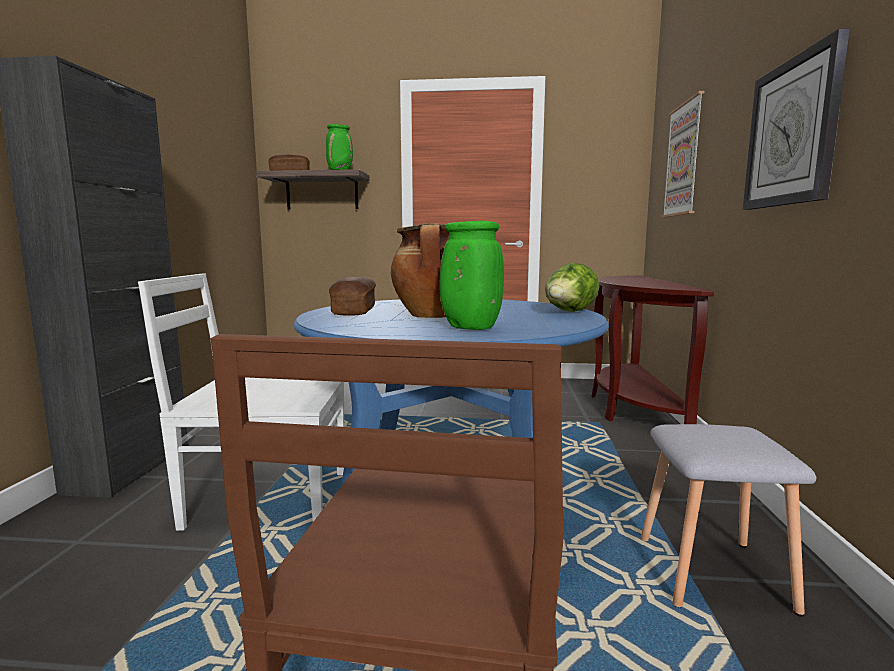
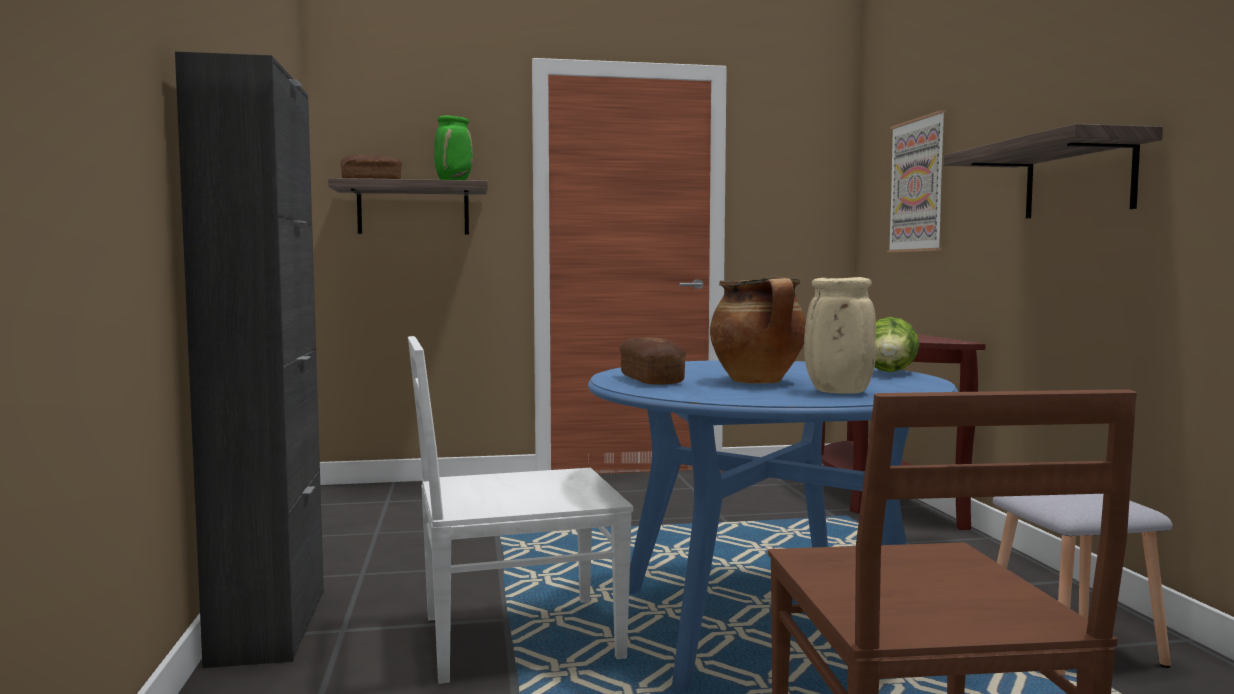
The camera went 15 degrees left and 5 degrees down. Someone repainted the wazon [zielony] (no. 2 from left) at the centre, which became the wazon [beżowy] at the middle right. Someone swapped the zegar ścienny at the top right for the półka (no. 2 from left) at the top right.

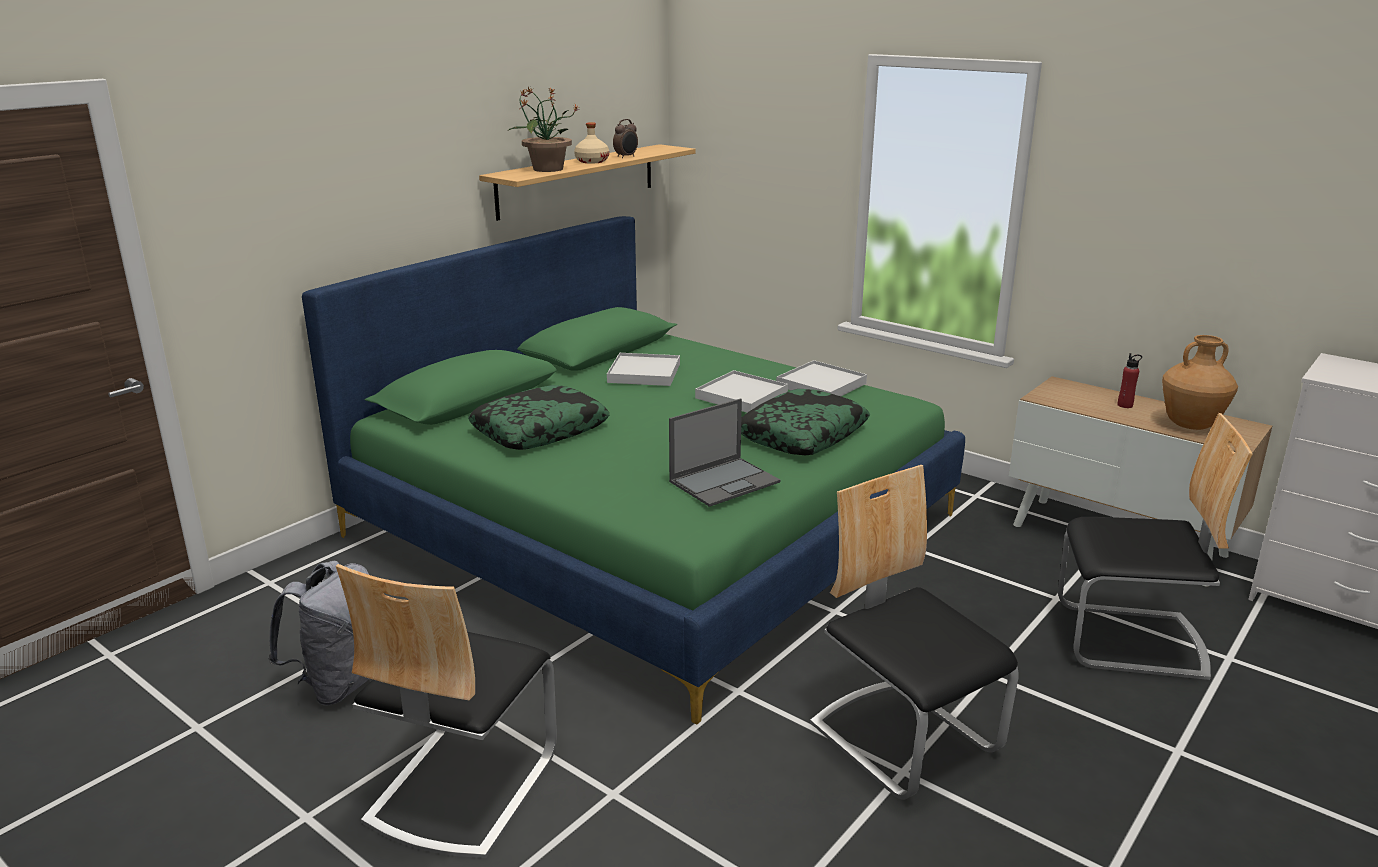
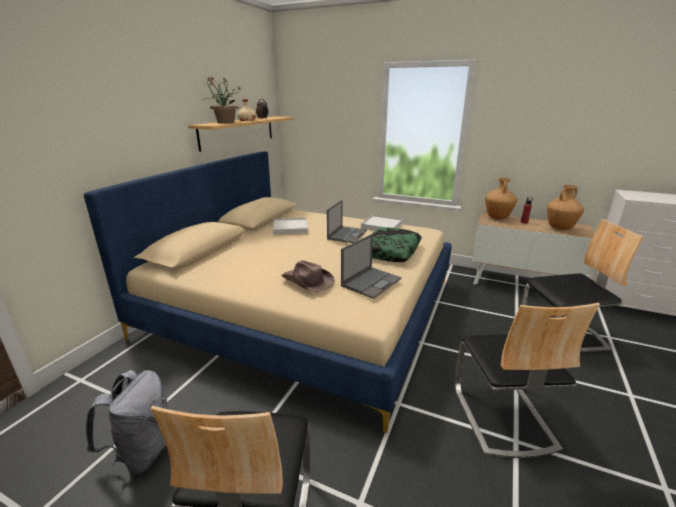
The camera went 15 degrees left and 0 degrees up. Someone repainted the łóżko [zielony] at the centre, which became the łóżko [beżowy] at the centre. Someone put down the kapelusz [brązowy] at the centre. Someone swapped the taca [biały] (no. 2 from left) at the centre for the laptop (no. 1 from left) at the centre. Someone rotated the krzesło (no. 2 from left) at the bottom centre by 135 degrees counterclockwise. Someone put down the wazon [brązowy] (no. 1 from left) at the middle right. Someone took away the poduszka (no. 1 from left) at the centre.

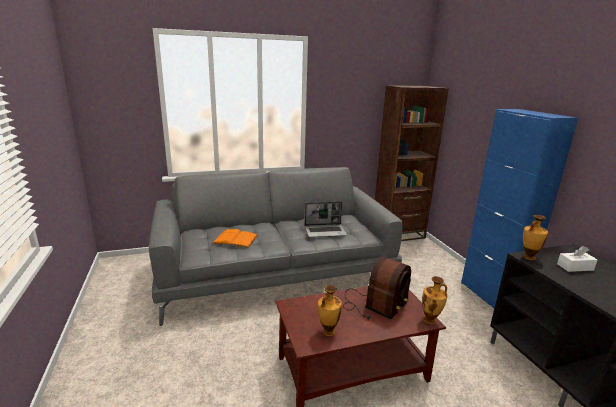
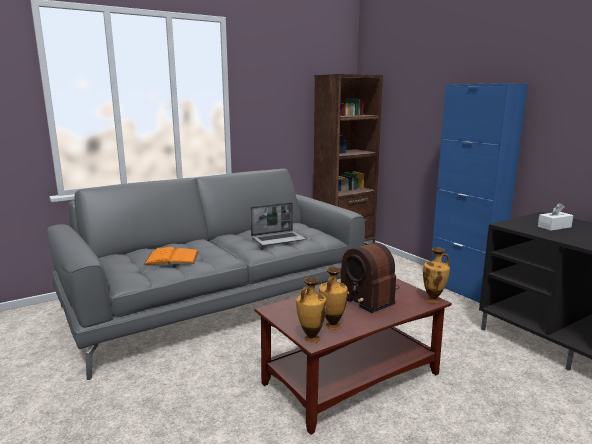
The camera went 15 degrees left and 5 degrees down. Someone carried the wazon (no. 3 from left in the first image) from the middle right to the bottom centre. Someone rotated the radio at the bottom centre by 120 degrees clockwise.

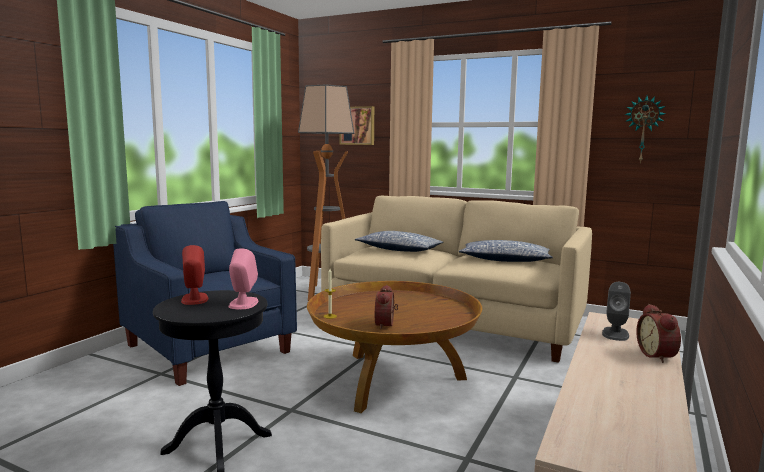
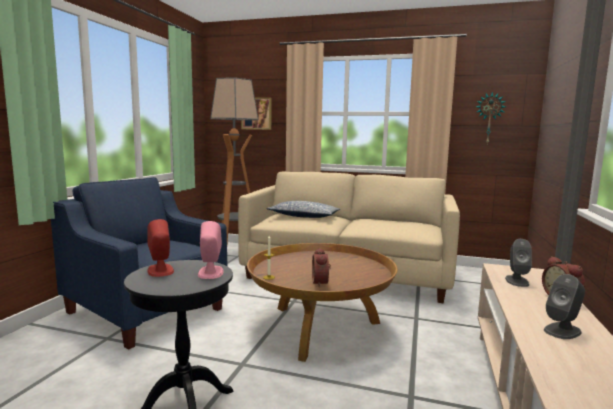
The camera went 10 degrees left and 0 degrees up. Someone put down the głośnik [szary] (no. 2 from left) at the bottom right. Someone took away the poduszka (no. 2 from left) at the centre.

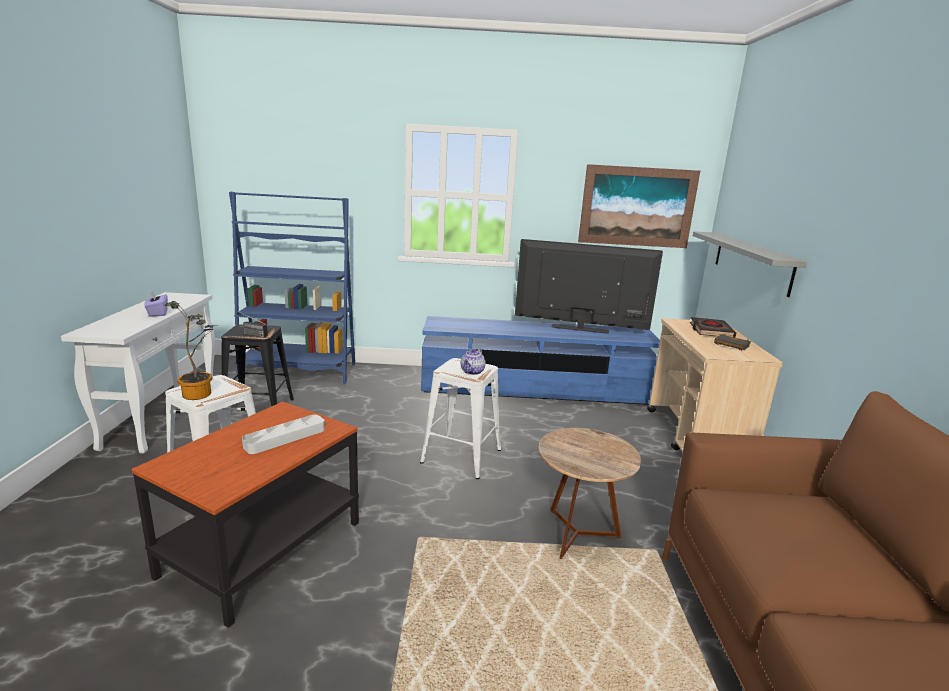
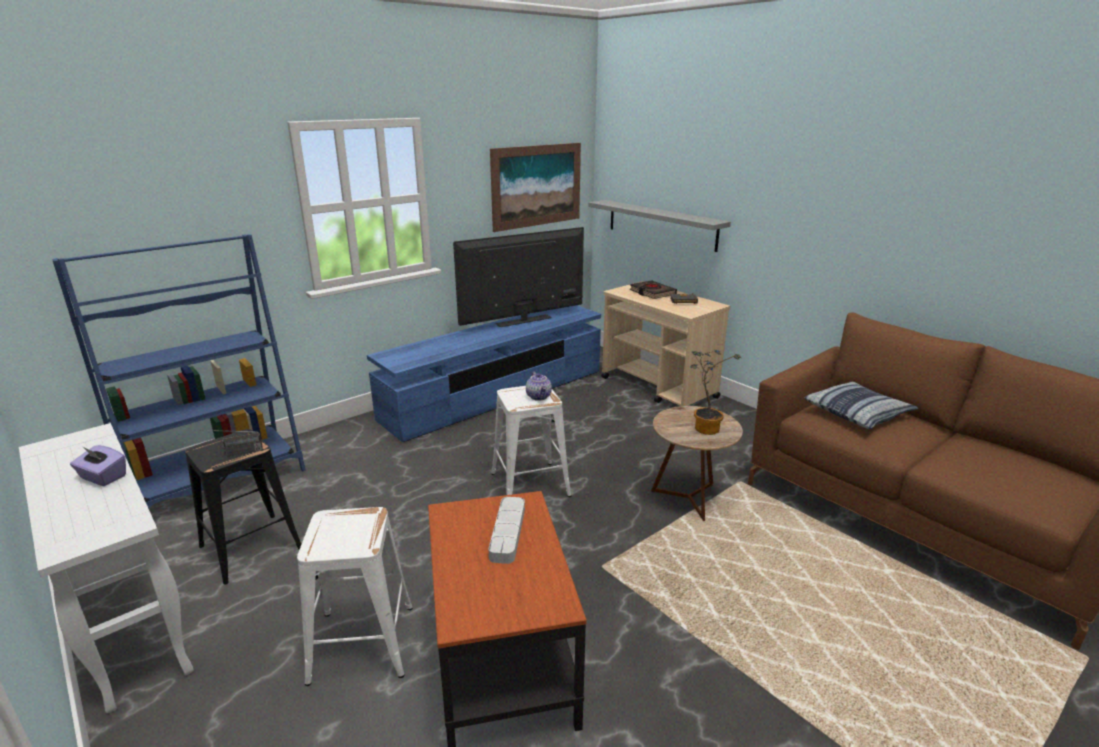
The camera went 40 degrees left and 5 degrees up. Someone carried the roślina doniczkowa from the middle left to the centre. Someone put down the poduszka at the middle right.

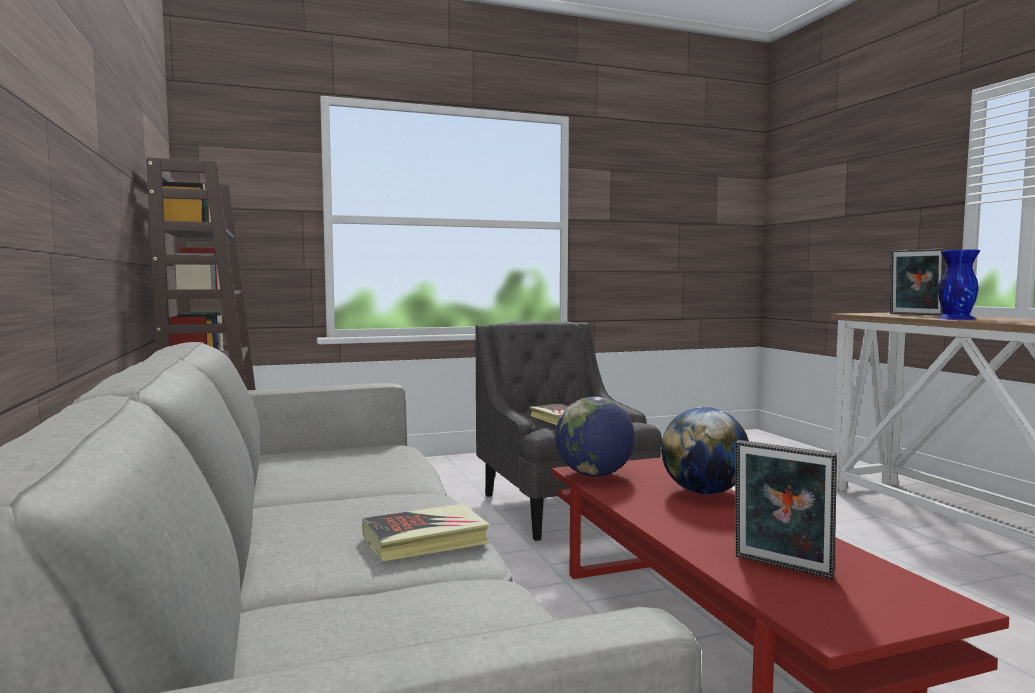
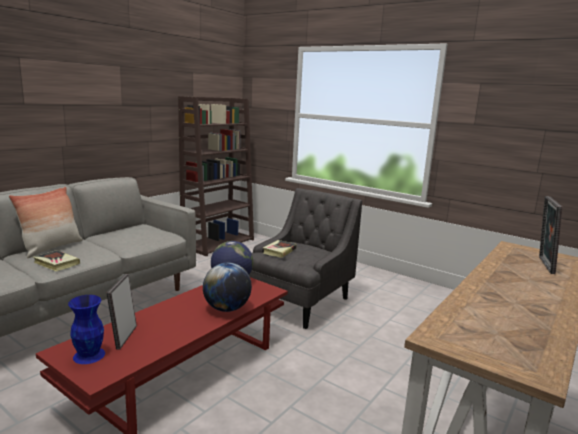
The camera went 55 degrees right and 10 degrees up. Someone put down the poduszka at the middle left. Someone carried the wazon [niebieski] from the middle right to the bottom left.

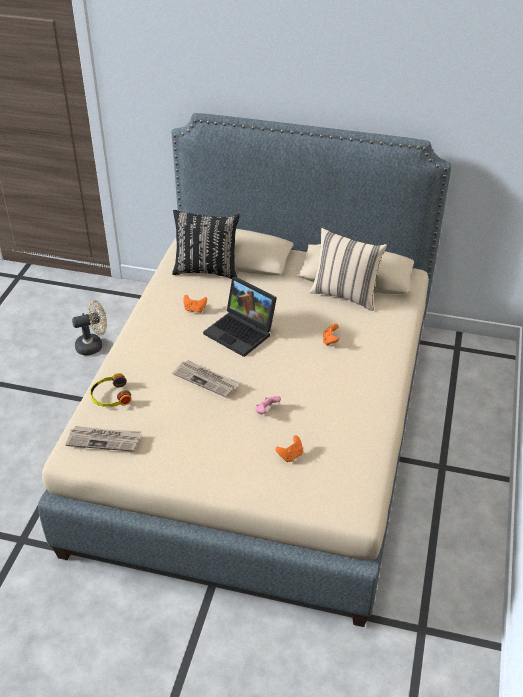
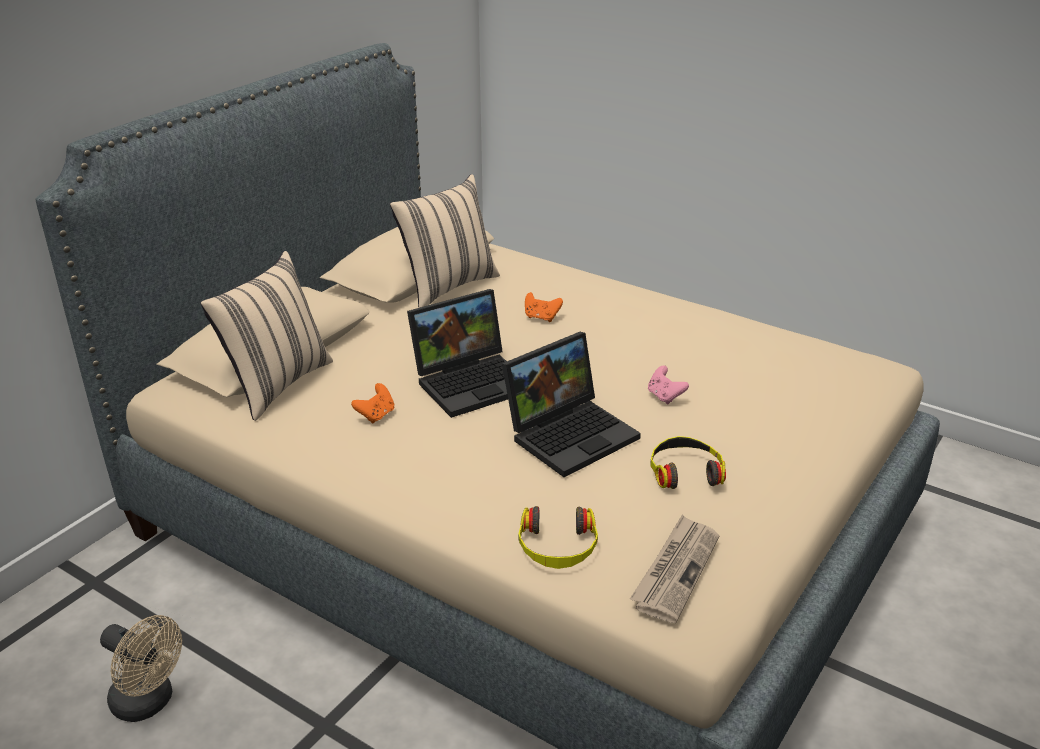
The camera went 70 degrees left and 10 degrees down. Someone rotated the wentylator [beżowy] at the middle left by 120 degrees clockwise. Someone repainted the poduszka [czarny] at the centre, which became the poduszka [beżowy] (no. 1 from left) at the middle left. Someone swapped the gazeta (no. 2 from left) at the centre for the laptop (no. 2 from left) at the centre. Someone put down the słuchawki (no. 2 from left) at the centre. Someone took away the pad do gier [pomarańczowy] (no. 2 from left) at the centre.

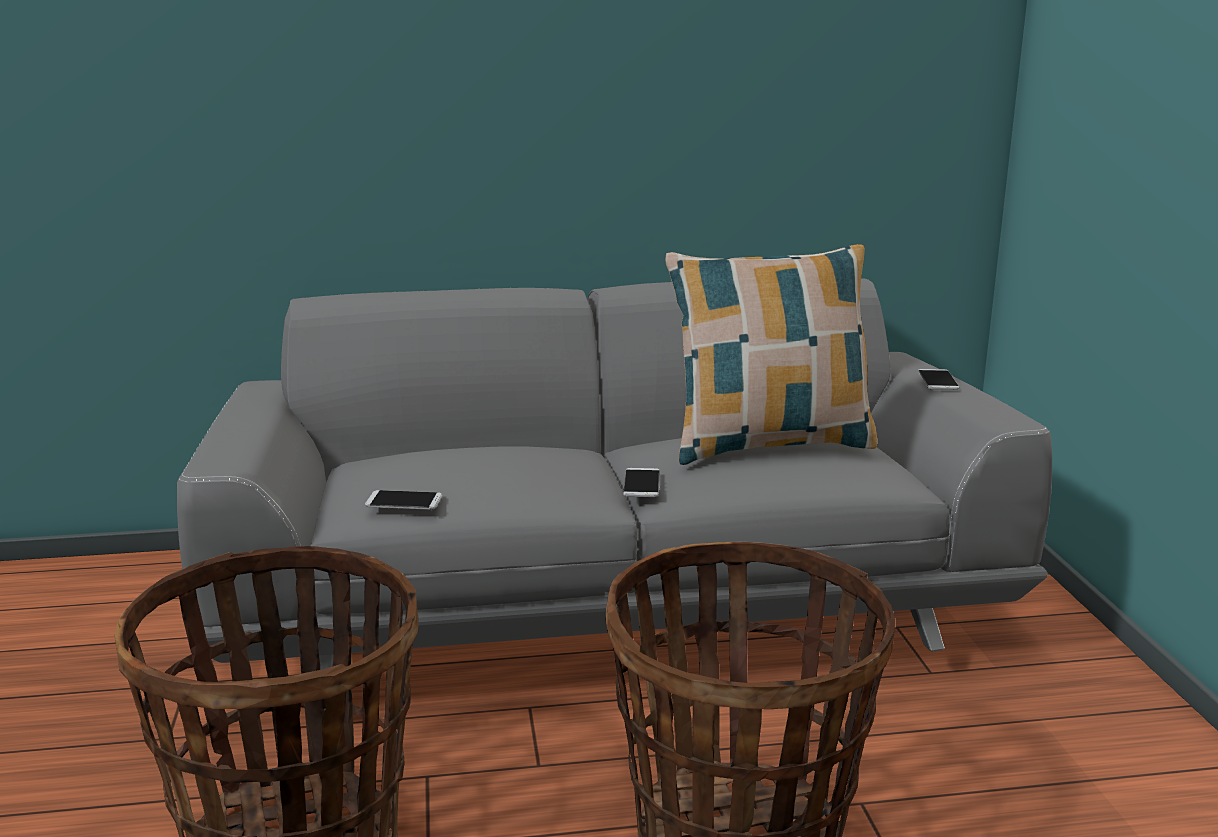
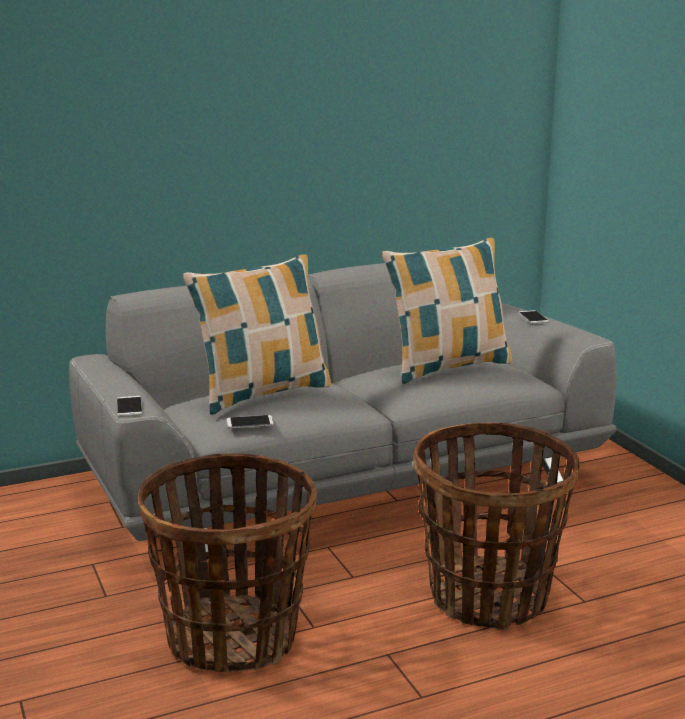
The camera went 15 degrees left and 0 degrees up. Someone carried the telefon (no. 2 from left in the first image) from the centre to the middle left. Someone put down the poduszka (no. 1 from left) at the centre.

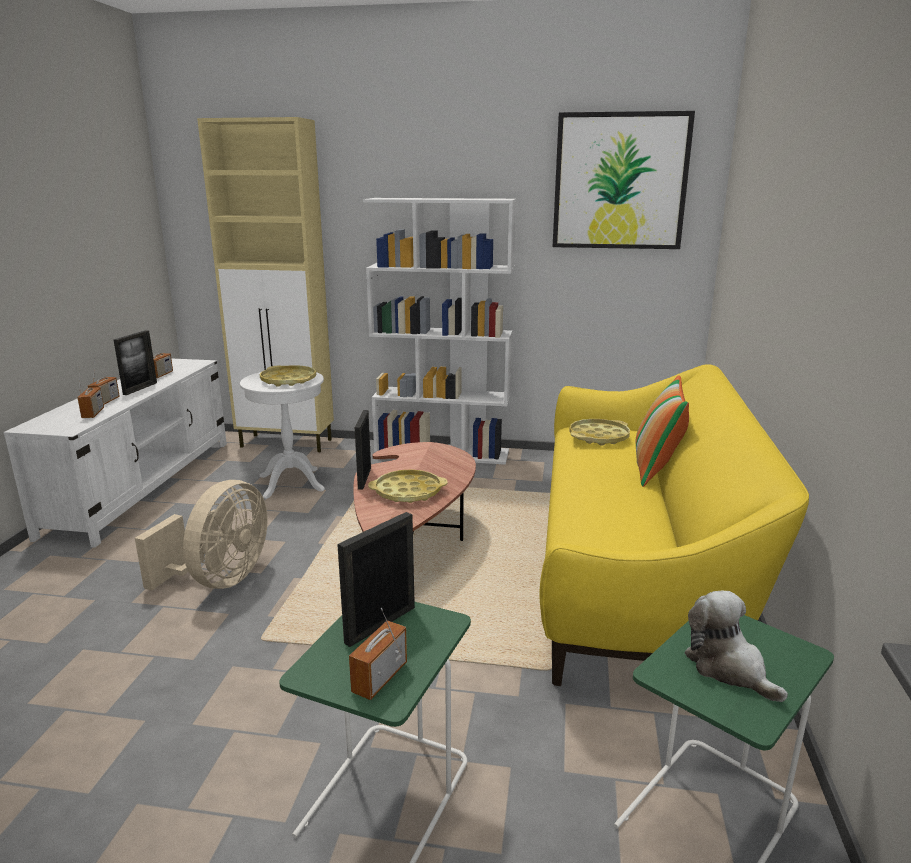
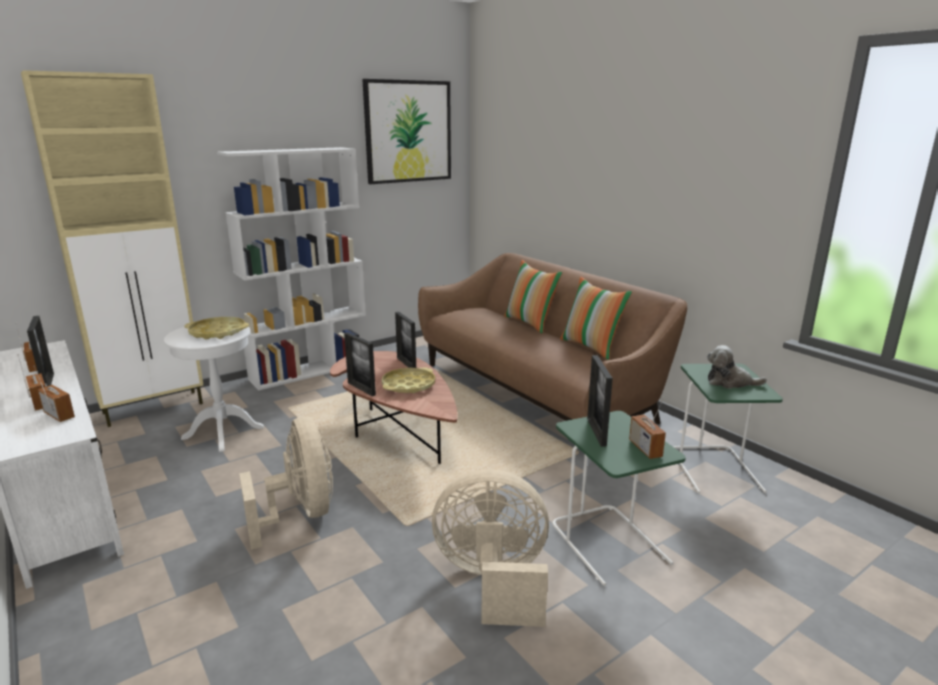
The camera went 45 degrees left and 0 degrees up. Someone put down the ramka na zdjęcie (no. 3 from left) at the centre. Someone repainted the kanapa [żółty] at the middle right, which became the kanapa [brązowy] at the centre. Someone put down the wentylator [beżowy] (no. 2 from left) at the bottom centre. Someone put down the poduszka (no. 2 from left) at the centre. Someone took away the taca [żółty] (no. 3 from left) at the centre.

